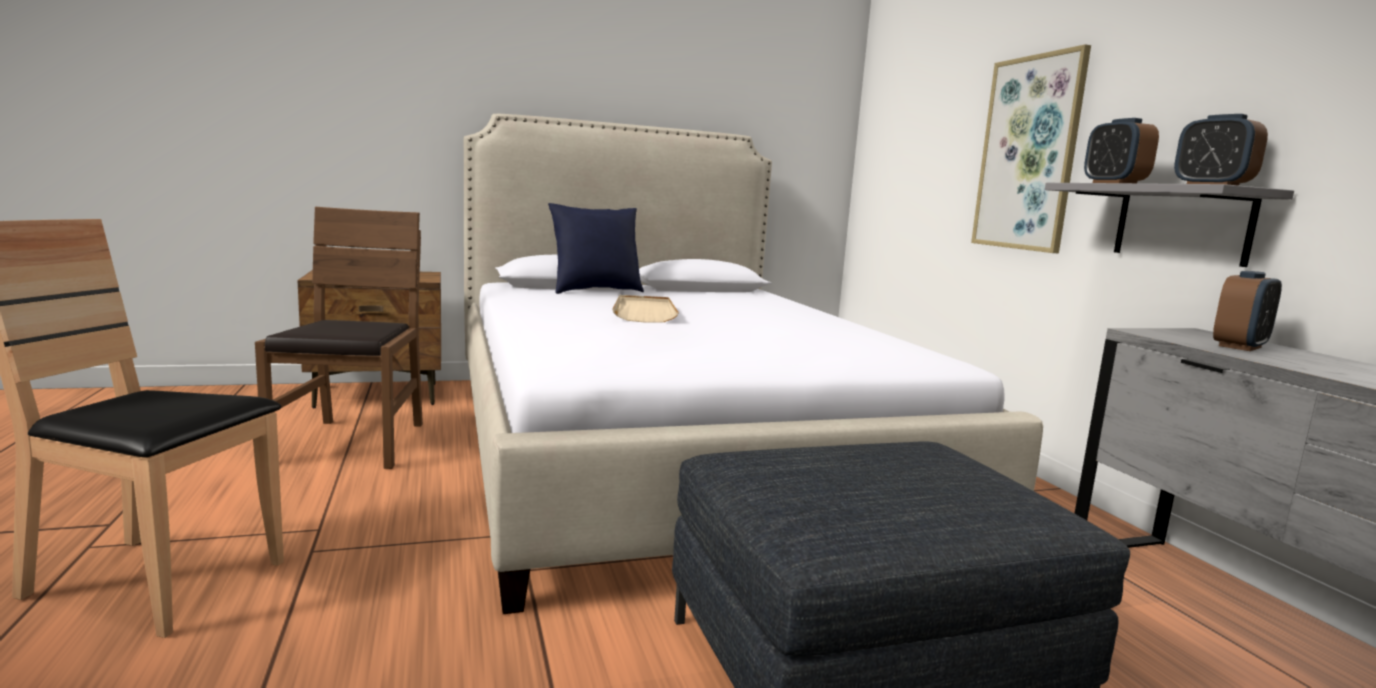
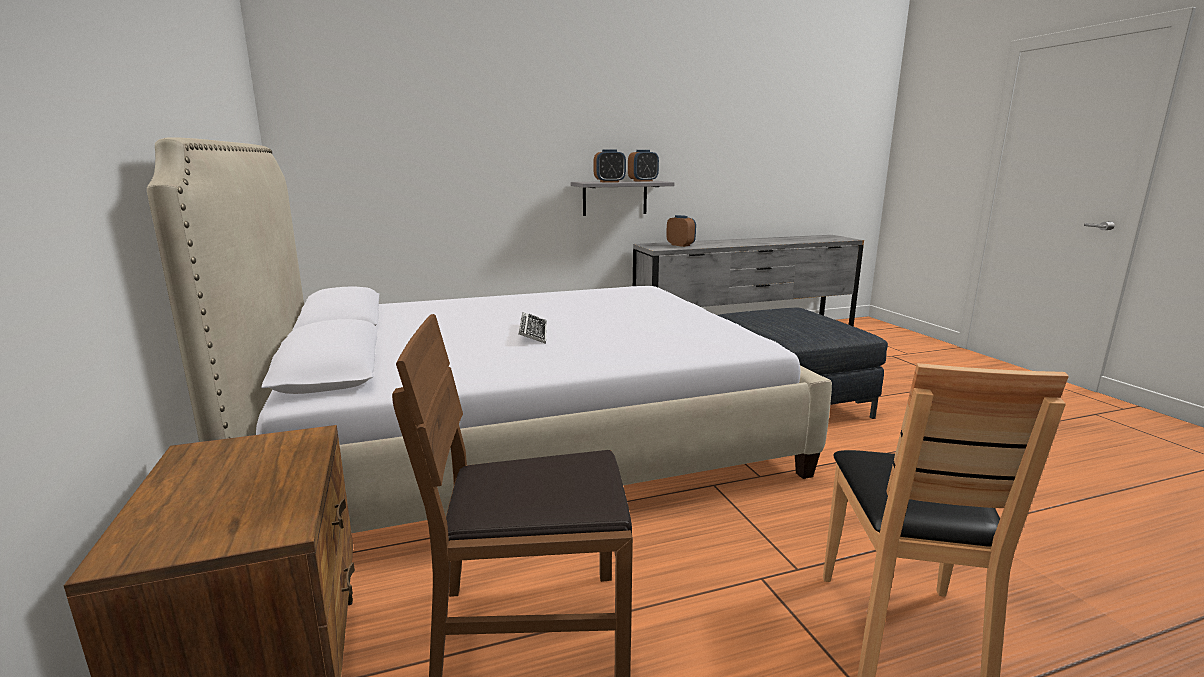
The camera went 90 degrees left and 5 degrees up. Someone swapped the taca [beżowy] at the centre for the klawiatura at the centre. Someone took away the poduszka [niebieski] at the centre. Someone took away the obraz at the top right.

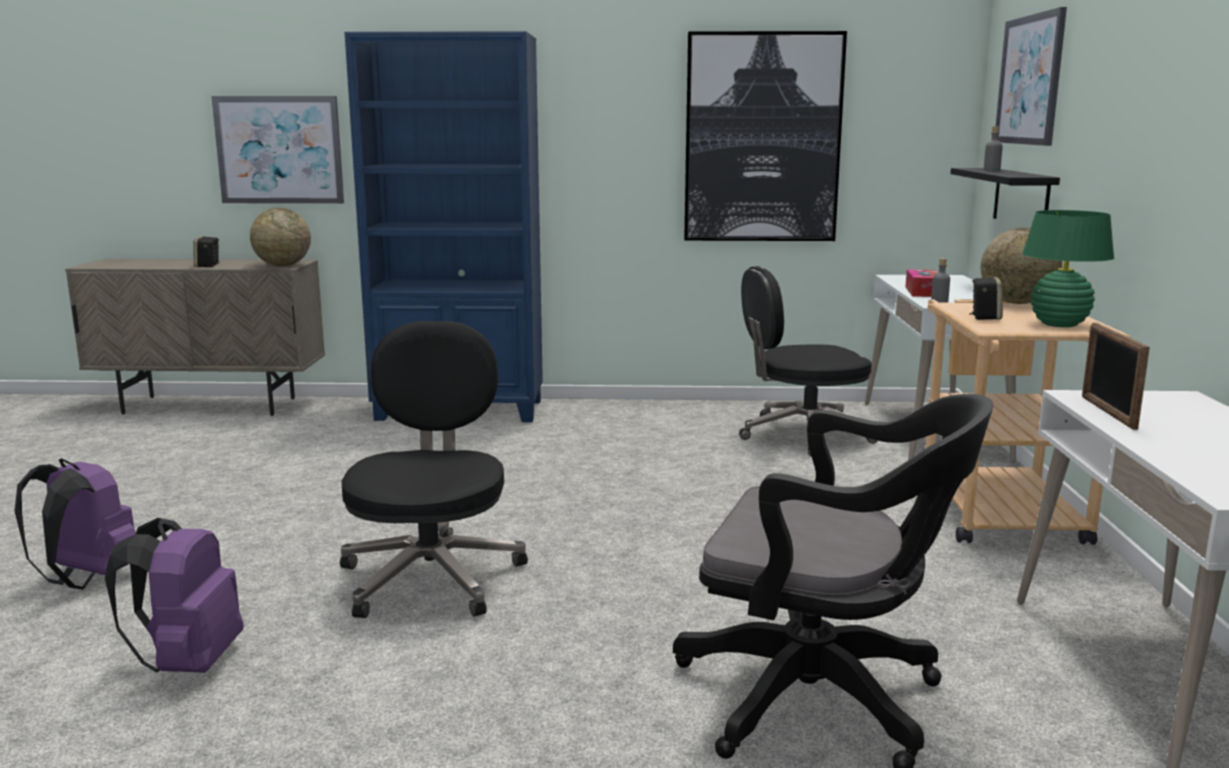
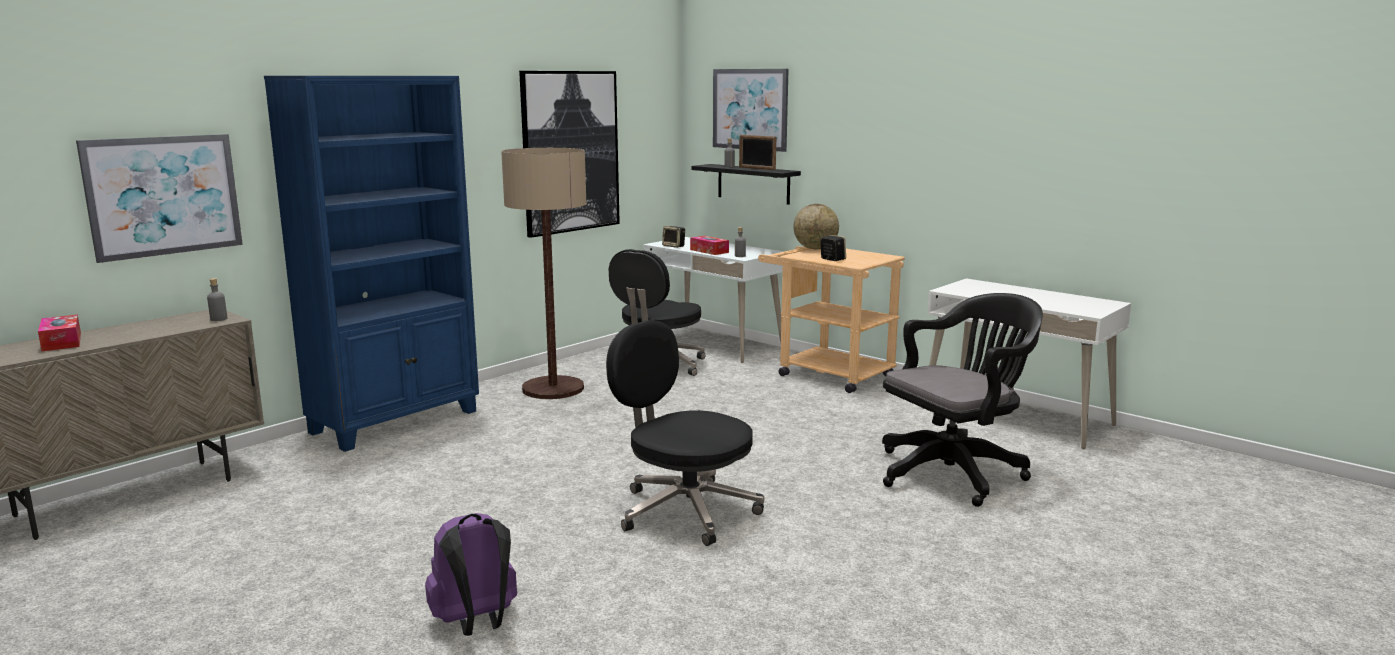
The camera went 50 degrees left and 0 degrees up. Someone put down the pudełko chusteczek (no. 1 from left) at the middle left. Someone swapped the globus (no. 1 from left) at the top left for the butelka [szary] (no. 1 from left) at the middle left. Someone put down the lampa stojąca at the centre. Someone carried the głośnik (no. 1 from left) from the top left to the centre. Someone carried the ramka na zdjęcie from the middle right to the top centre. Someone took away the plecak [fioletowy] (no. 2 from left) at the bottom left. Someone took away the lampa stołowa [zielony] at the middle right.

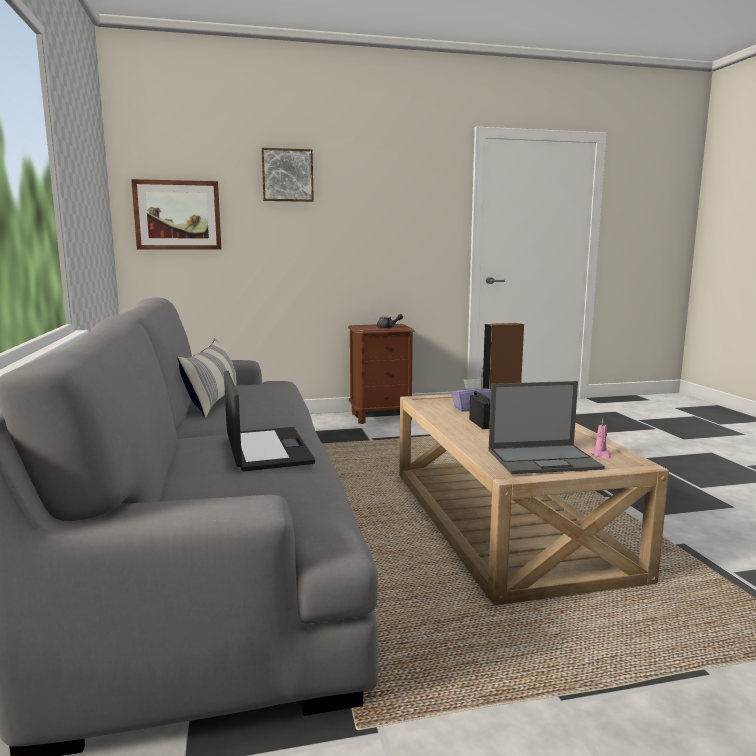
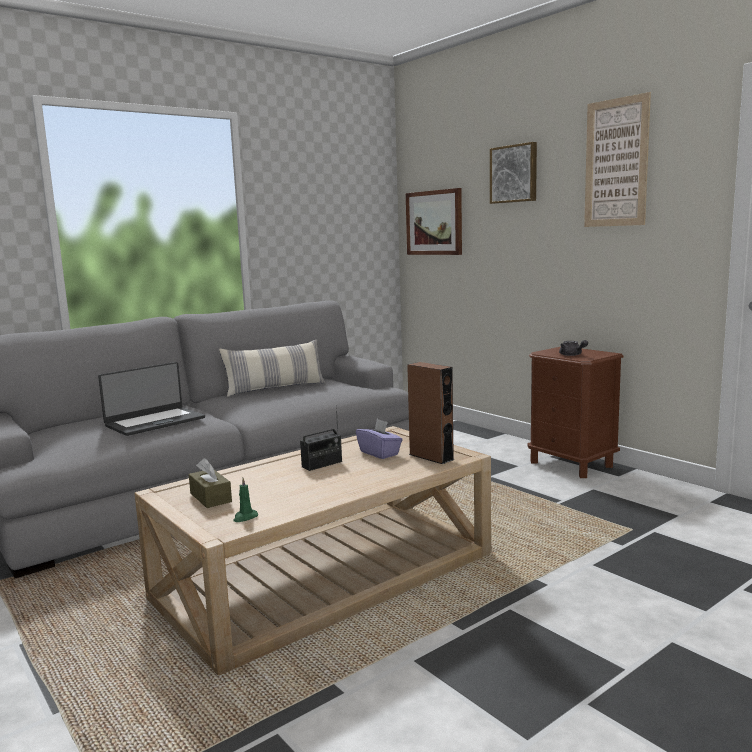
The camera went 65 degrees right and 0 degrees up. Someone swapped the laptop (no. 2 from left) at the middle right for the pudełko chusteczek [brązowy] at the middle left. Someone repainted the świeca [różowy] at the middle right, which became the świeca [zielony] at the middle left. Someone put up the obraz (no. 3 from left) at the top right.

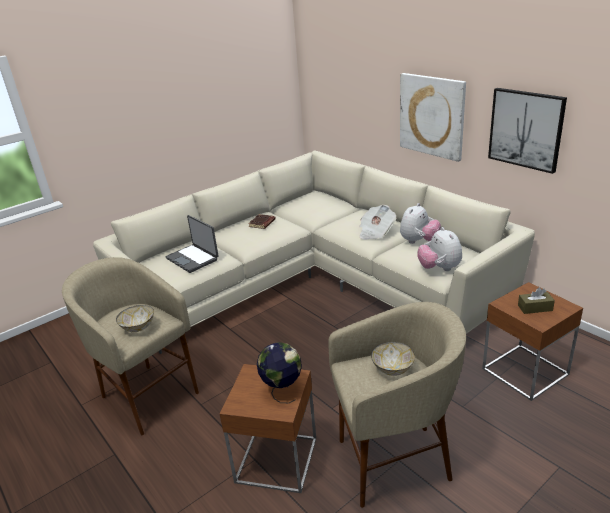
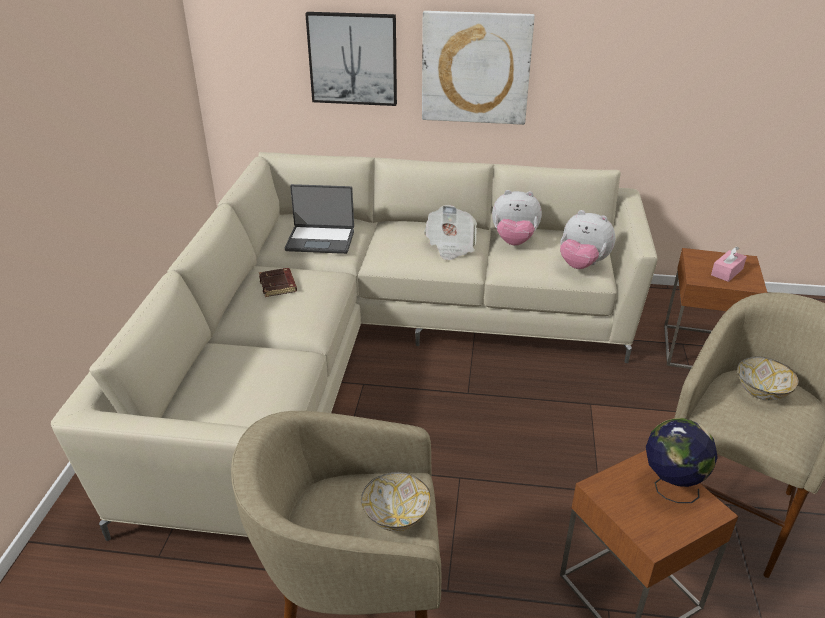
The camera went 45 degrees left and 5 degrees up. Someone carried the laptop from the middle left to the centre. Someone carried the obraz (no. 2 from left in the first image) from the top right to the top centre. Someone rotated the pluszak (no. 1 from left) at the middle right by 105 degrees clockwise. Someone repainted the pudełko chusteczek [brązowy] at the middle right, which became the pudełko chusteczek [różowy] at the middle right.

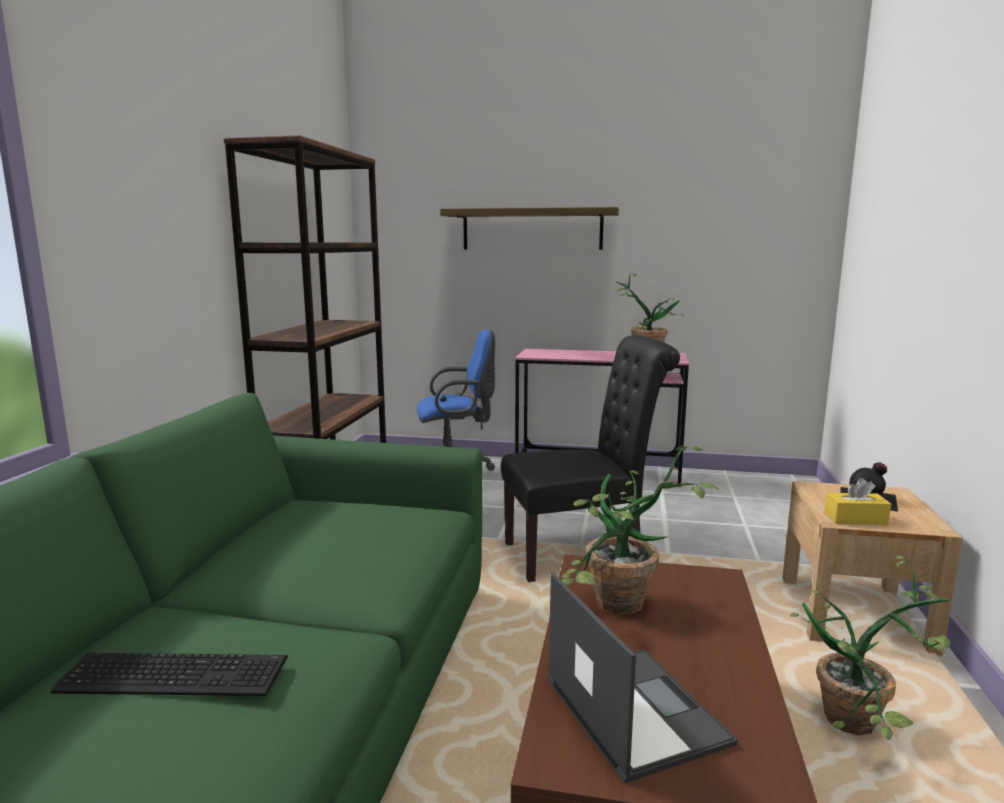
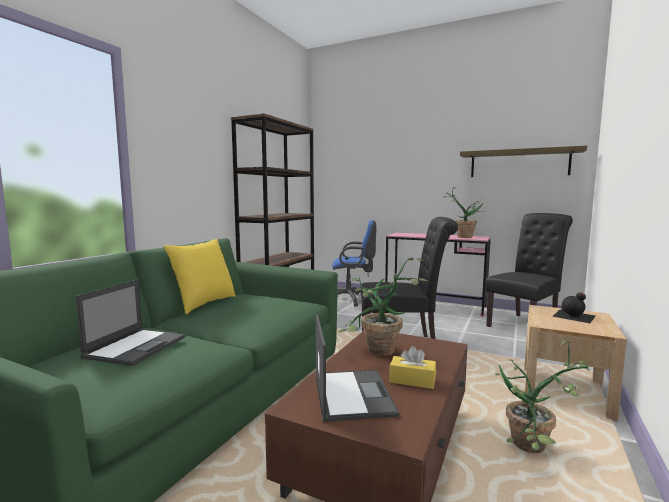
The camera went 15 degrees right and 5 degrees down. Someone swapped the klawiatura at the bottom left for the laptop (no. 1 from left) at the middle left. Someone put down the poduszka [żółty] at the middle left. Someone carried the pudełko chusteczek [żółty] from the middle right to the bottom centre. Someone carried the półka from the top centre to the top right. Someone put down the krzesło [czarny] (no. 2 from left) at the middle right.

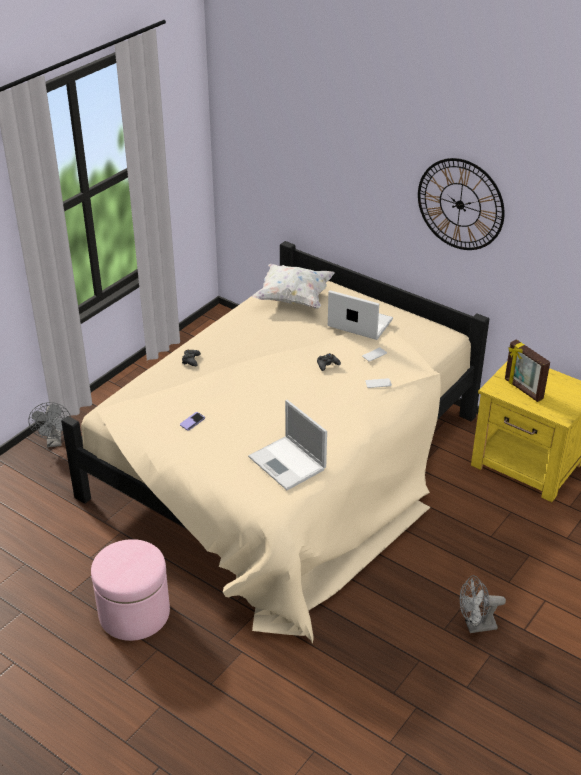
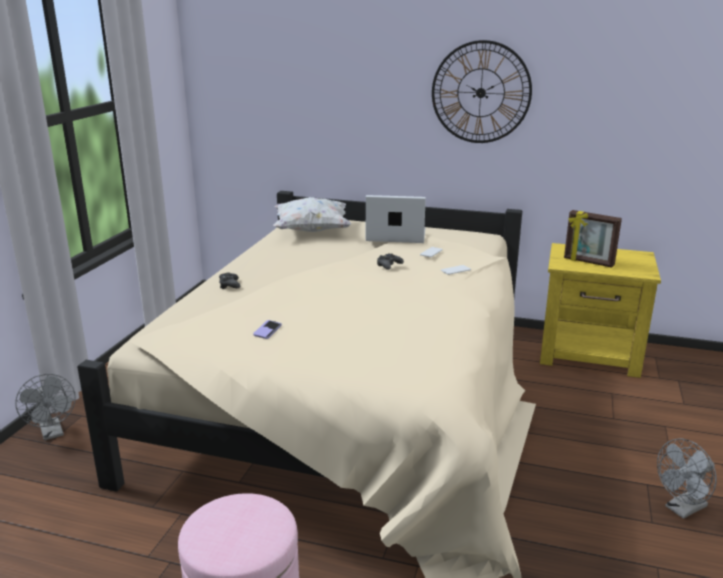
The camera went 20 degrees left and 15 degrees down. Someone took away the laptop (no. 1 from left) at the centre.

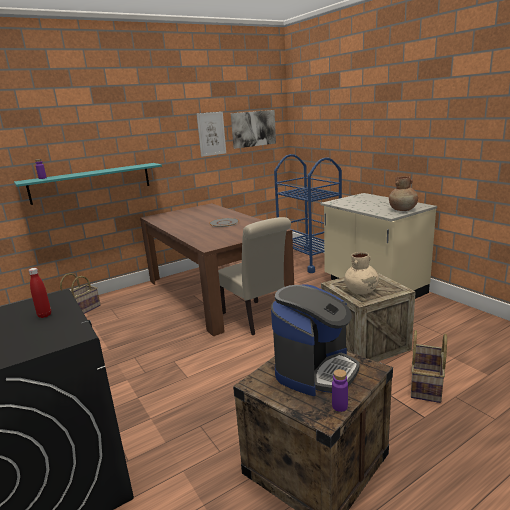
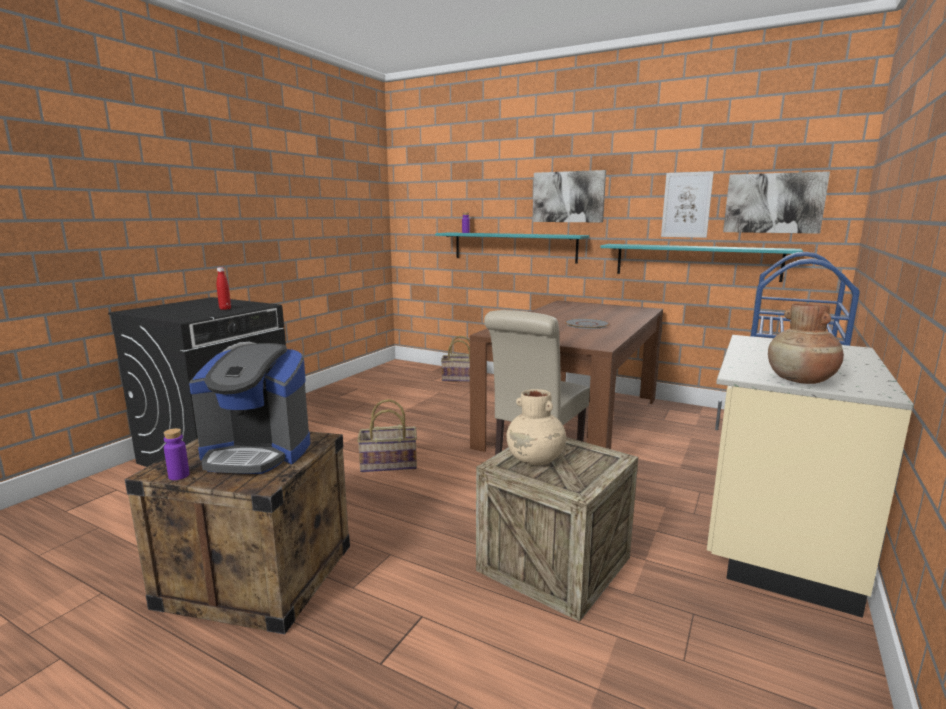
The camera went 60 degrees right and 5 degrees down. Someone carried the koszyk (no. 2 from left in the first image) from the bottom right to the centre. Someone put up the obraz (no. 1 from left) at the top centre. Someone put up the półka [turkusowy] (no. 2 from left) at the middle right.

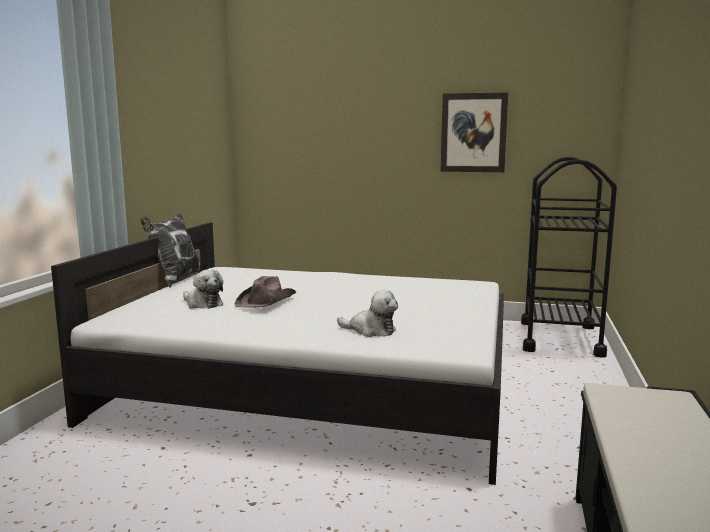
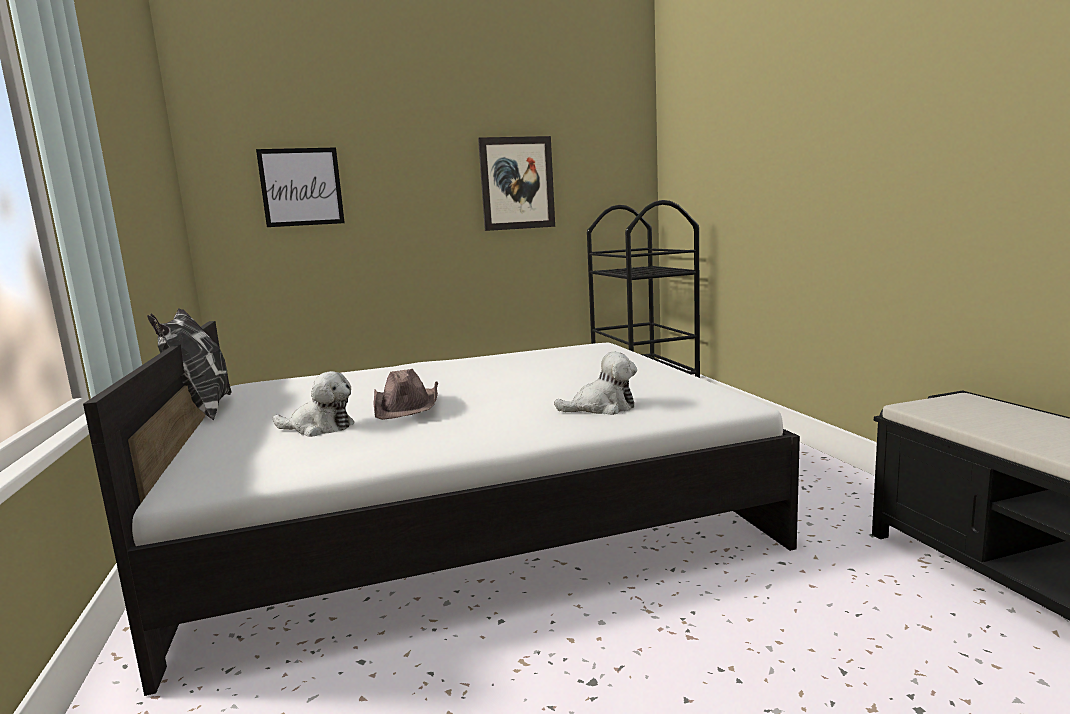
The camera went 30 degrees left and 0 degrees up. Someone put up the obraz (no. 1 from left) at the top left.

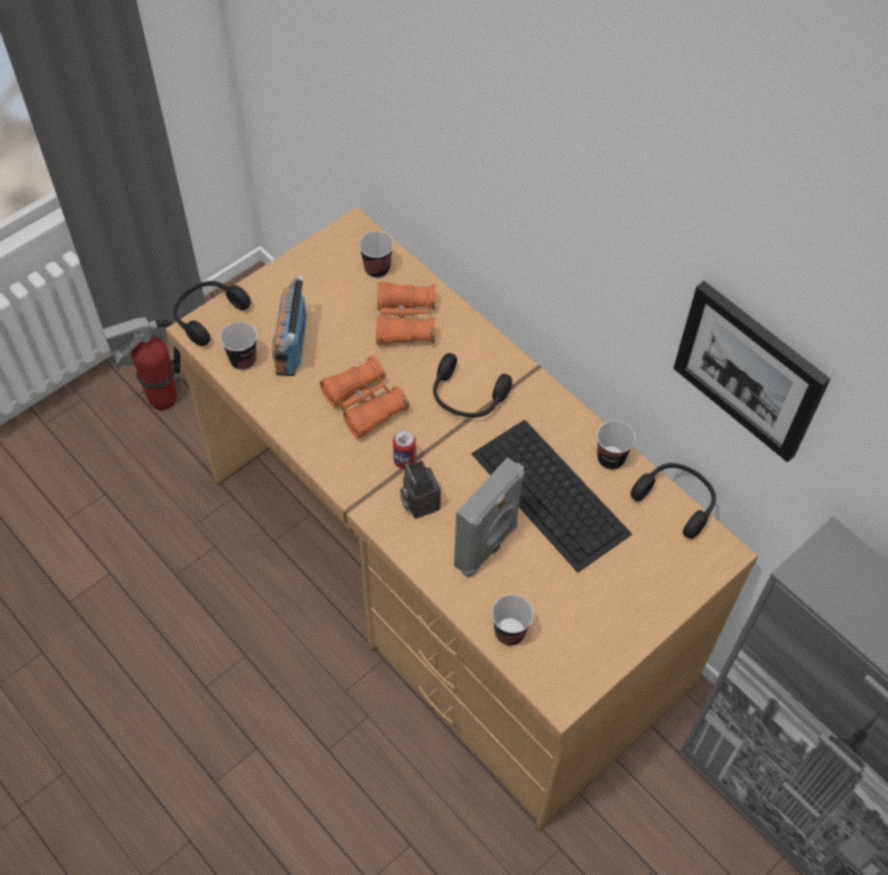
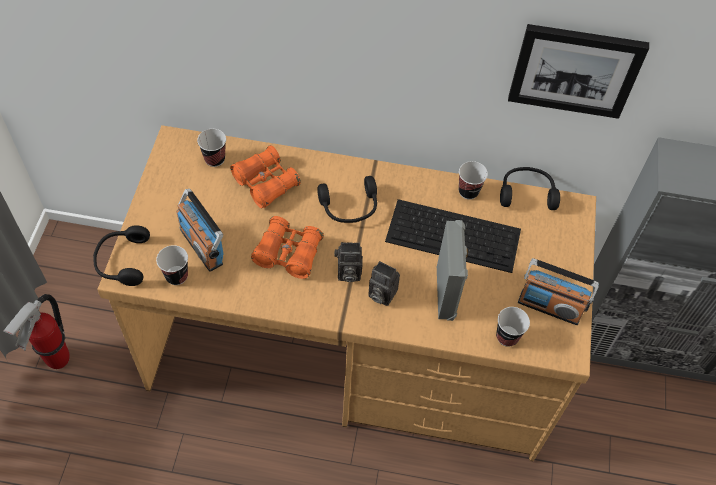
The camera went 40 degrees left and 0 degrees up. Someone swapped the puszka at the centre for the aparat fotograficzny (no. 1 from left) at the centre. Someone put down the radio (no. 2 from left) at the middle right.

